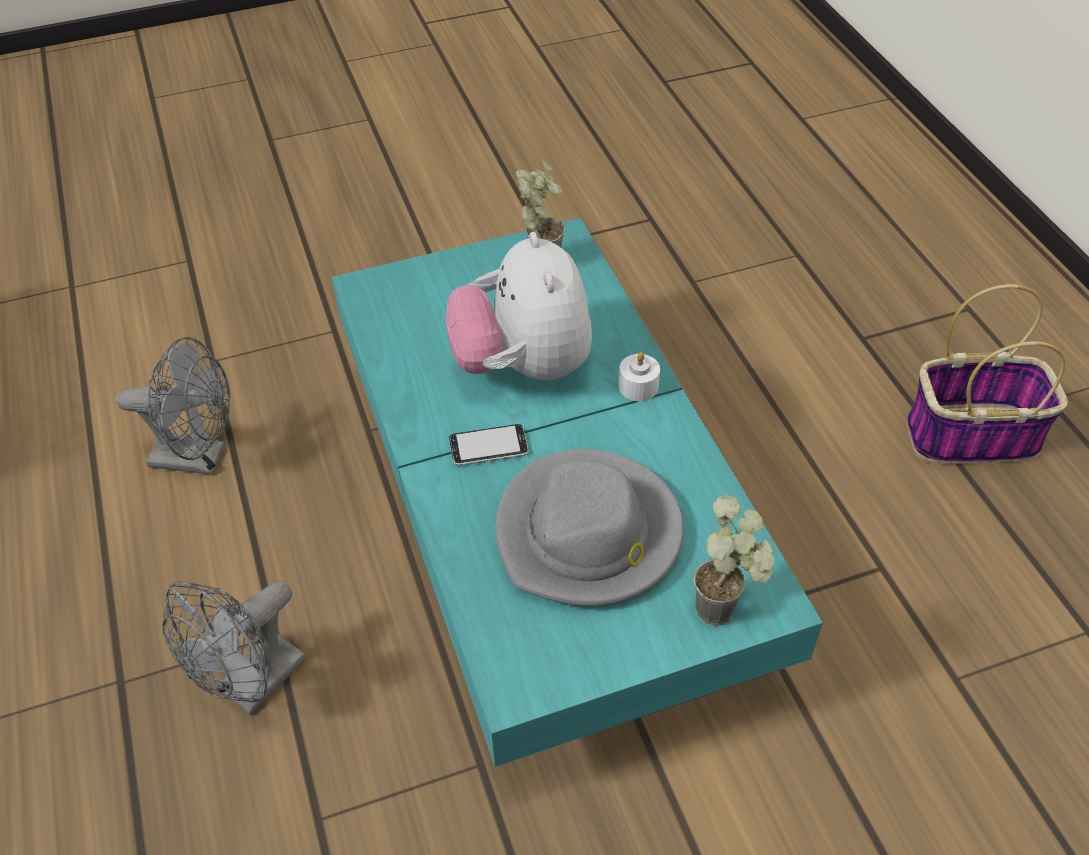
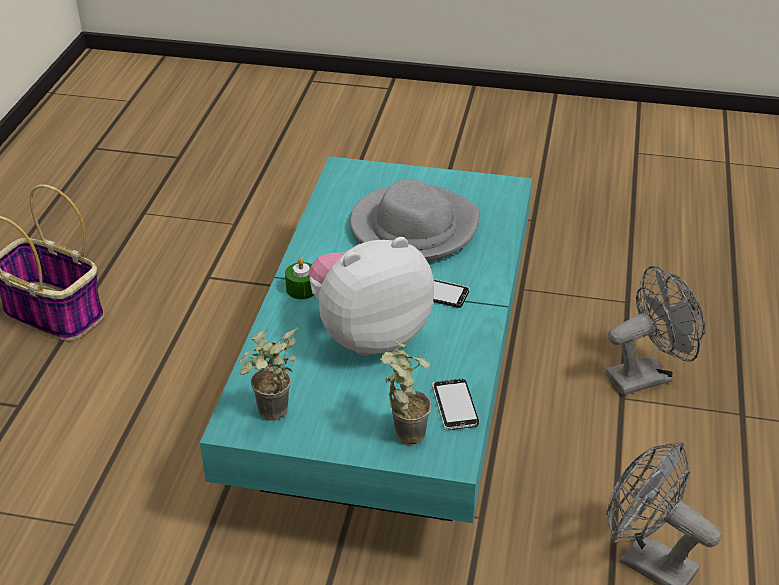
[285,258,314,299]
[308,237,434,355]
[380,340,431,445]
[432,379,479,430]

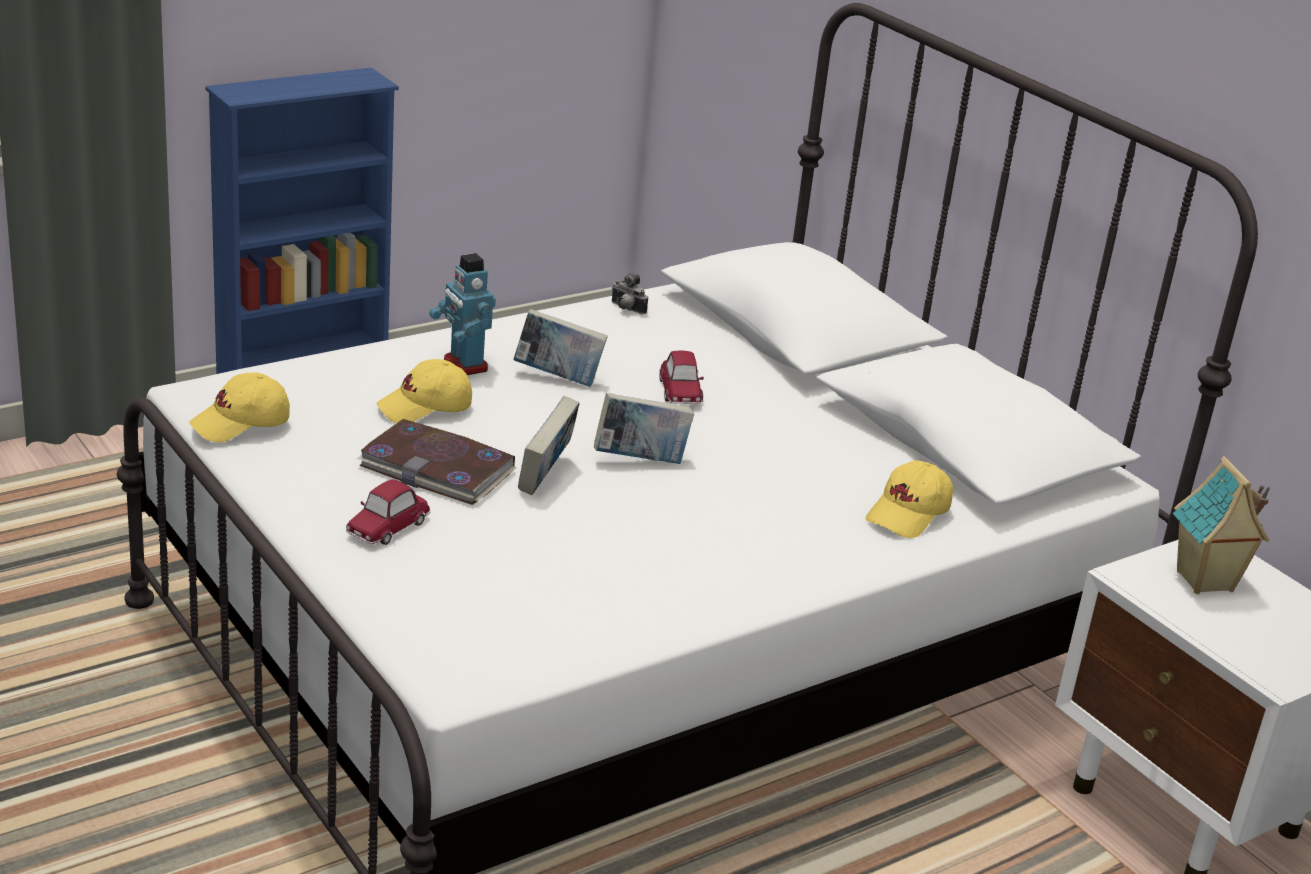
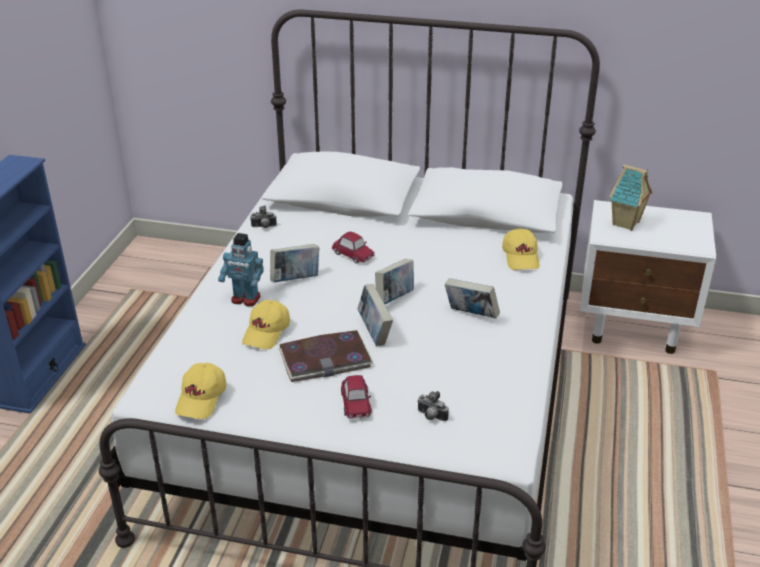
[417,391,449,421]
[445,278,500,318]

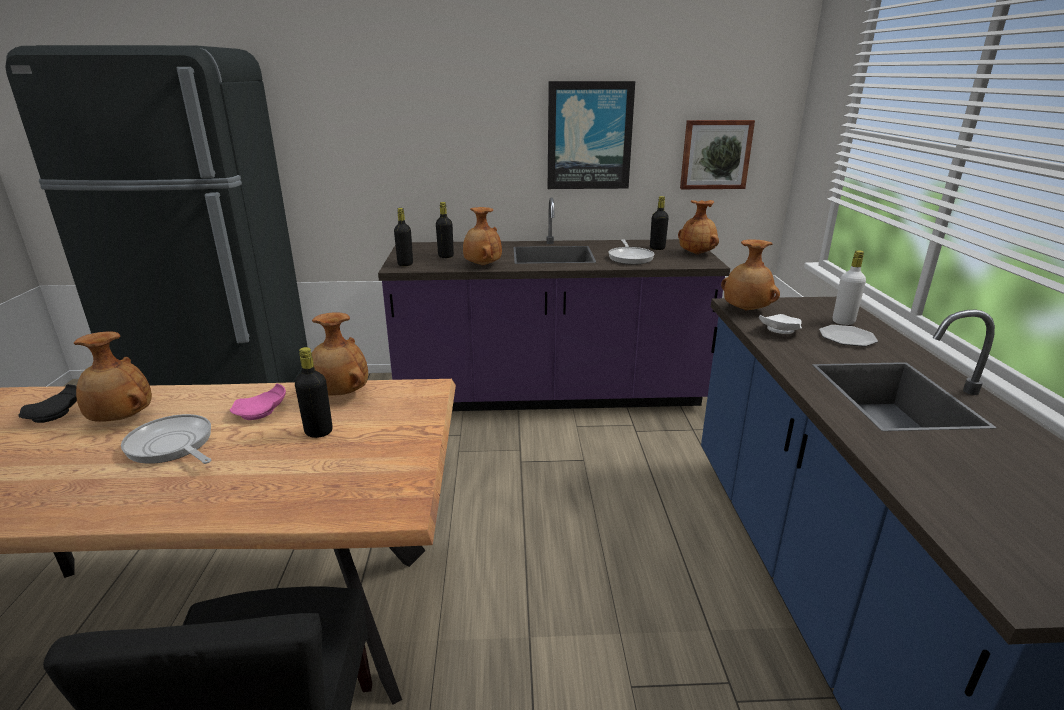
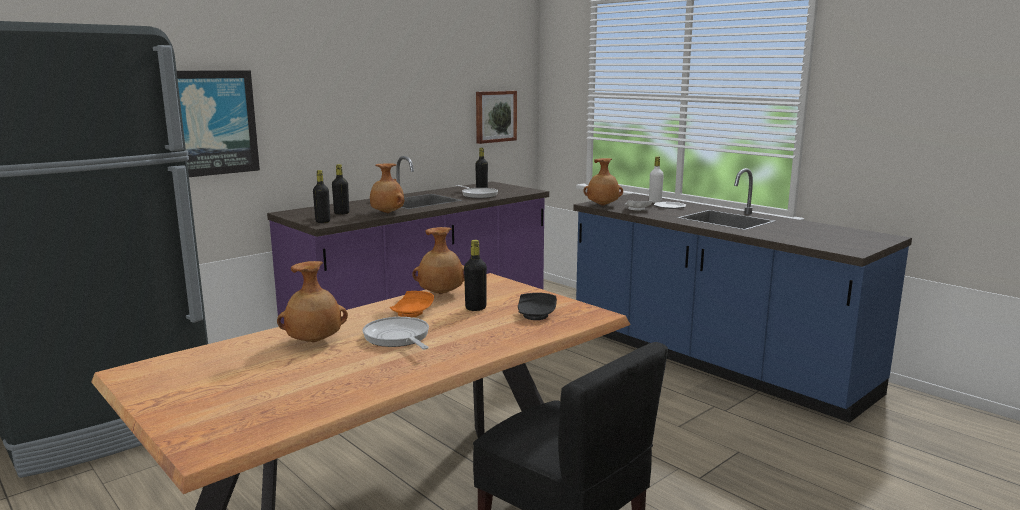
[177,70,260,177]
[363,317,429,350]
[390,291,434,317]
[518,293,557,320]
[678,200,719,254] (first image)

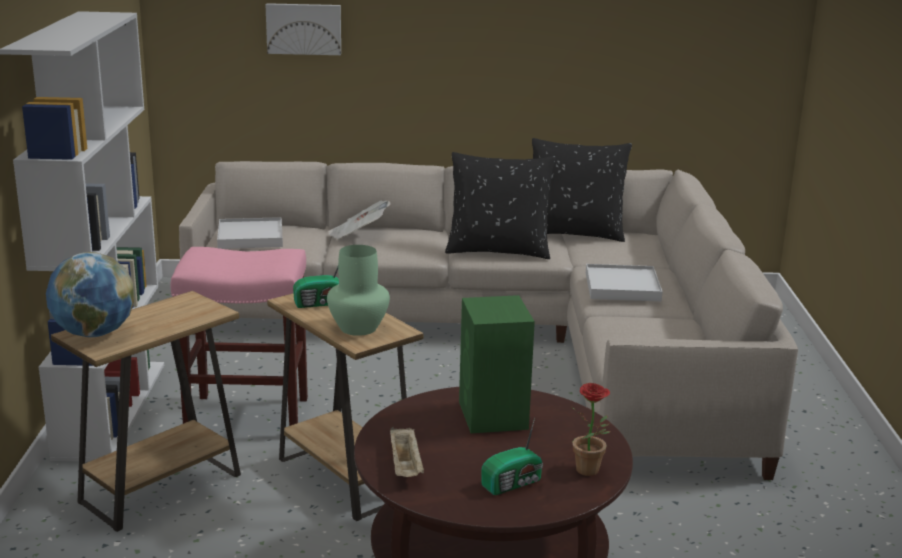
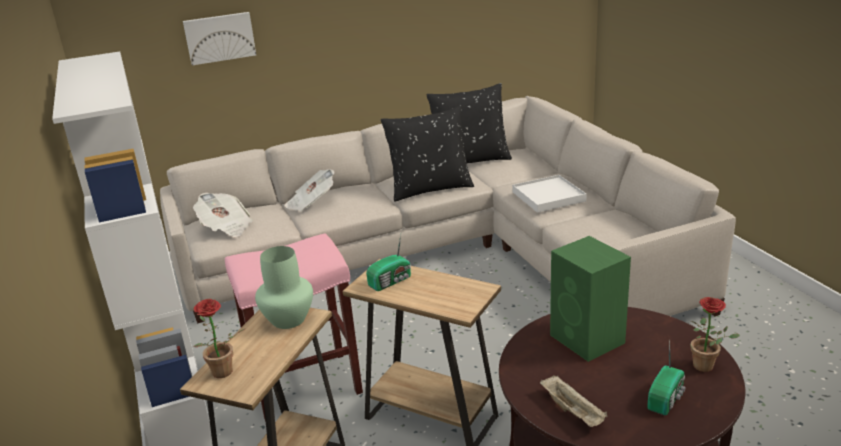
[193,193,253,237]
[193,299,246,378]
[255,246,313,329]

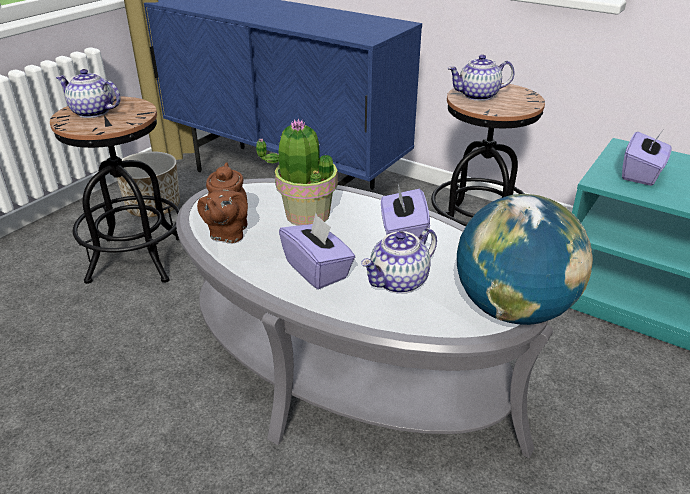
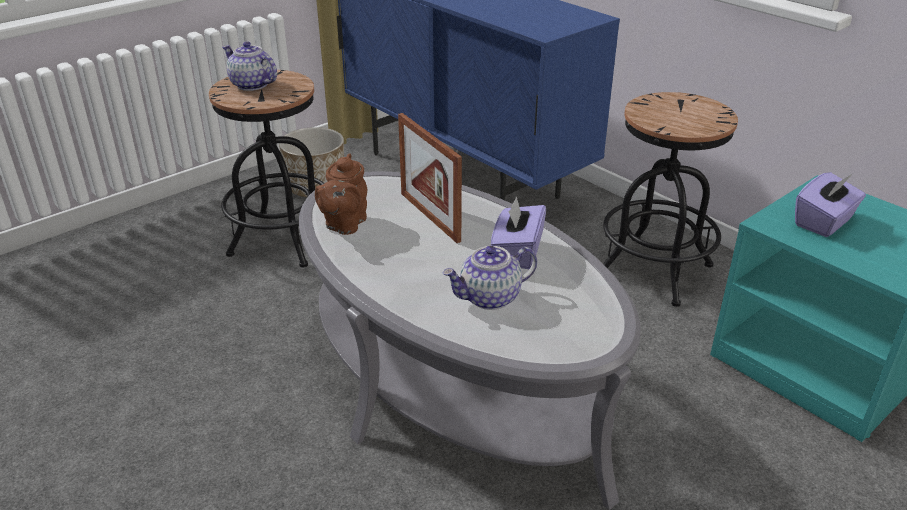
[398,113,462,243]
[279,213,355,289] (first image)
[448,54,515,101] (first image)
[457,194,593,325] (first image)

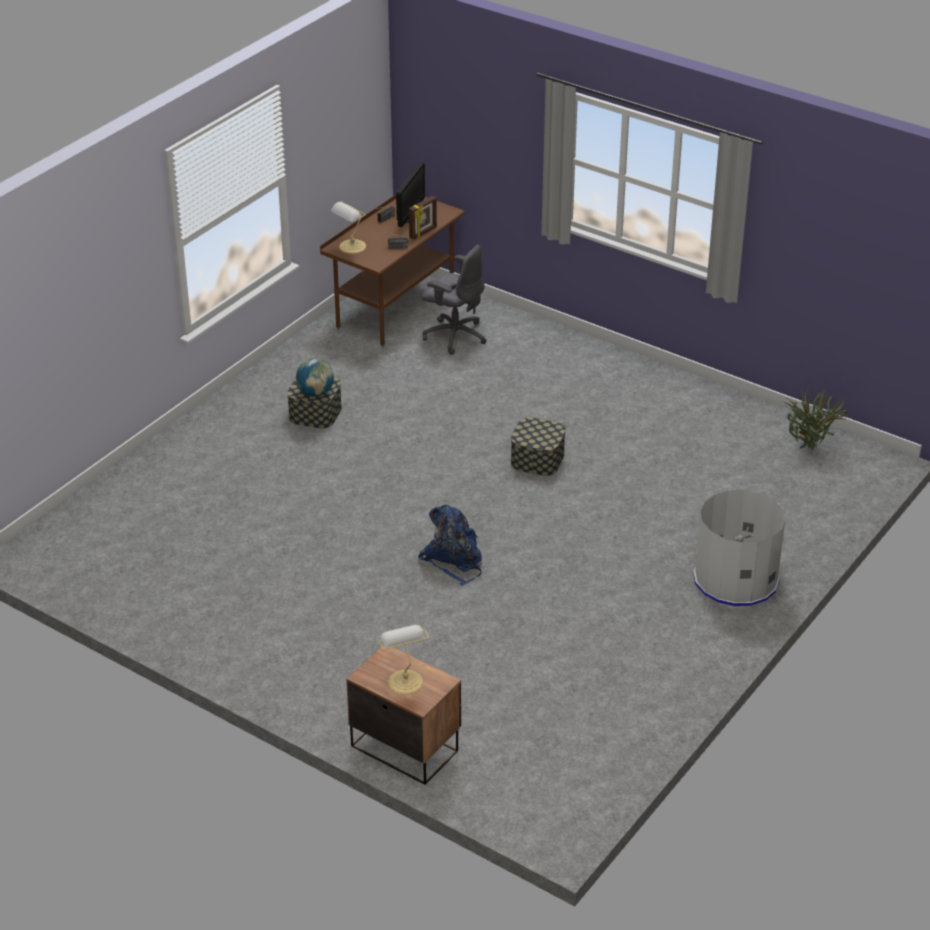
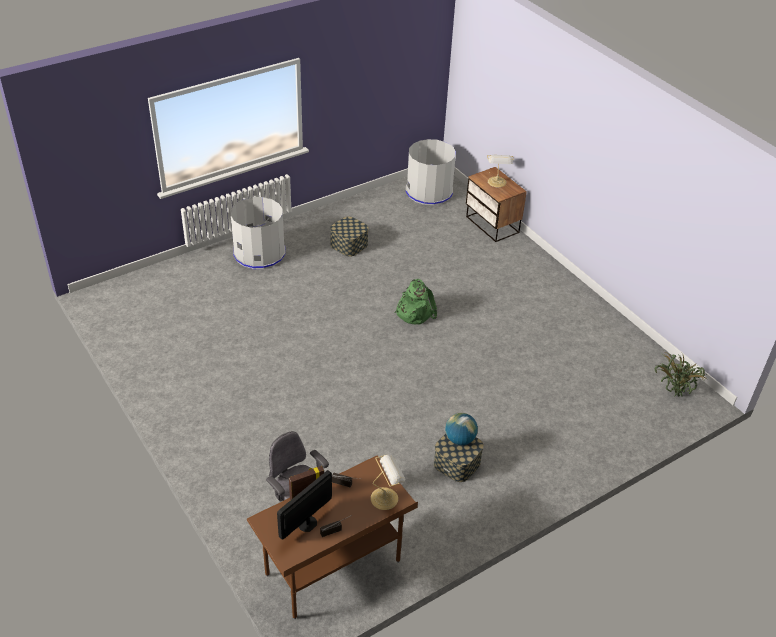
[330,216,369,257]
[394,279,437,324]
[406,139,456,205]
[655,351,708,397]

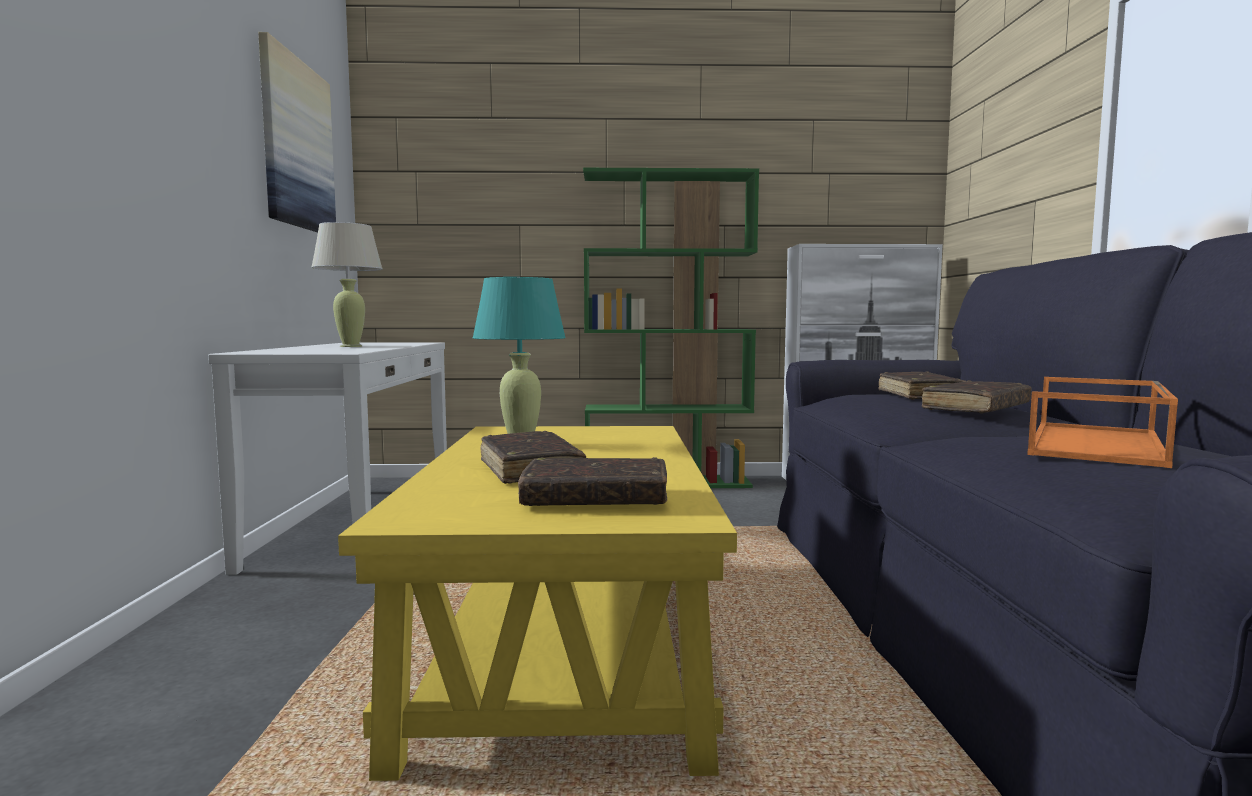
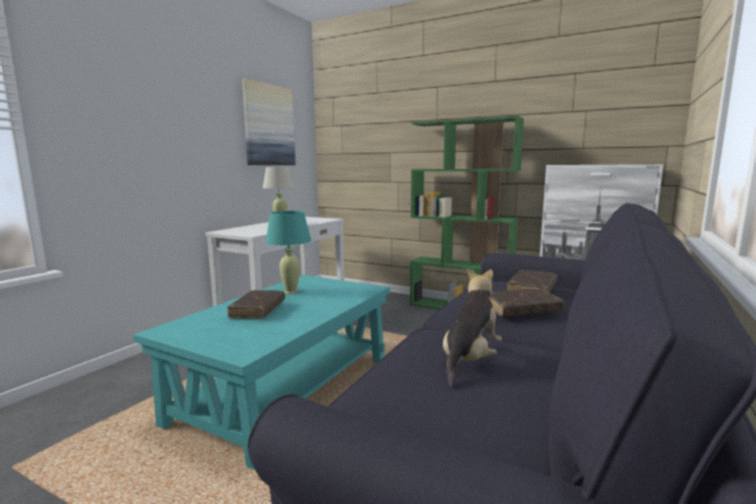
[133,275,390,470]
[443,268,502,387]
[518,457,667,506] (first image)

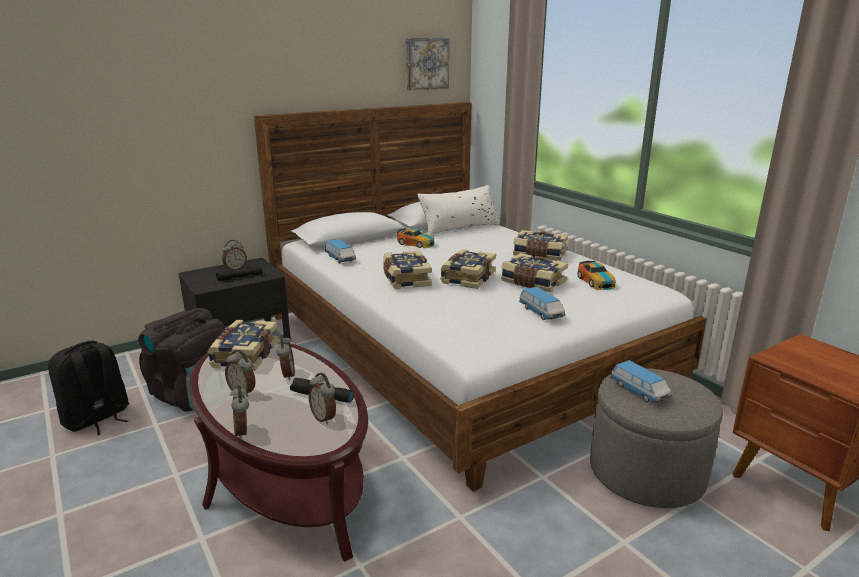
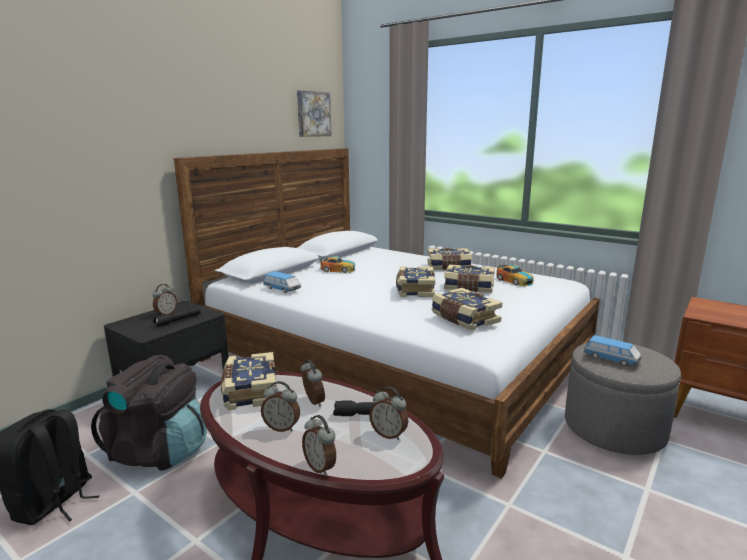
[431,288,502,330]
[417,185,500,235] (first image)
[519,287,566,320] (first image)

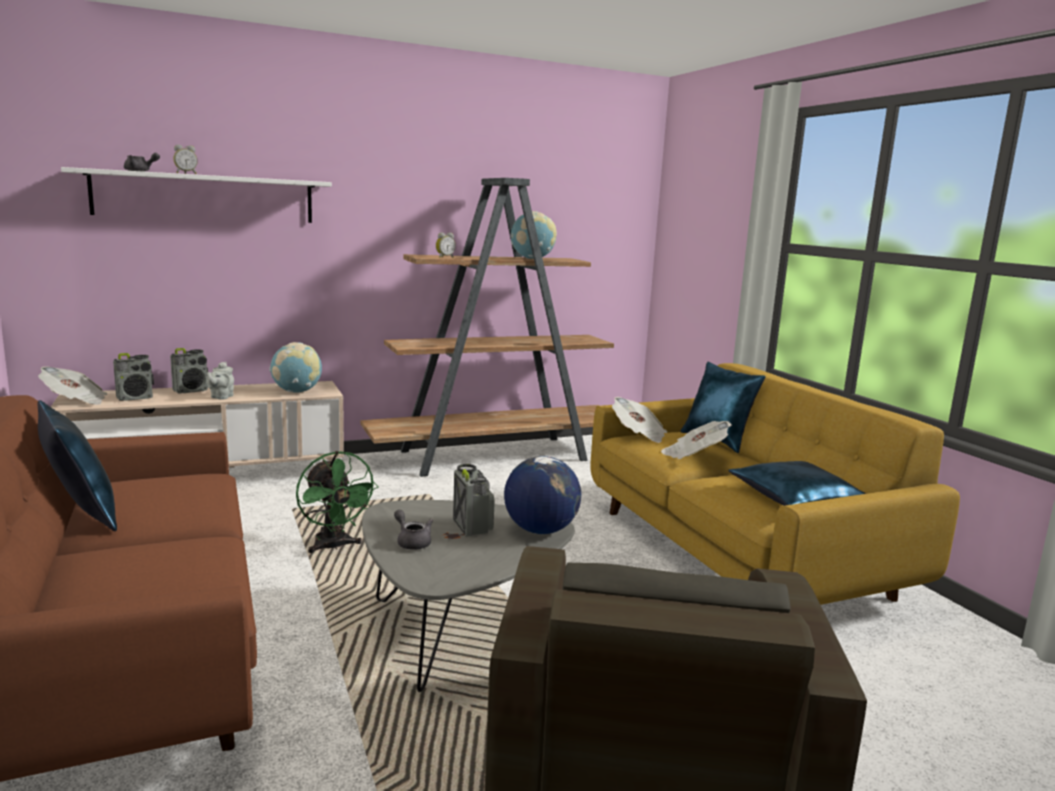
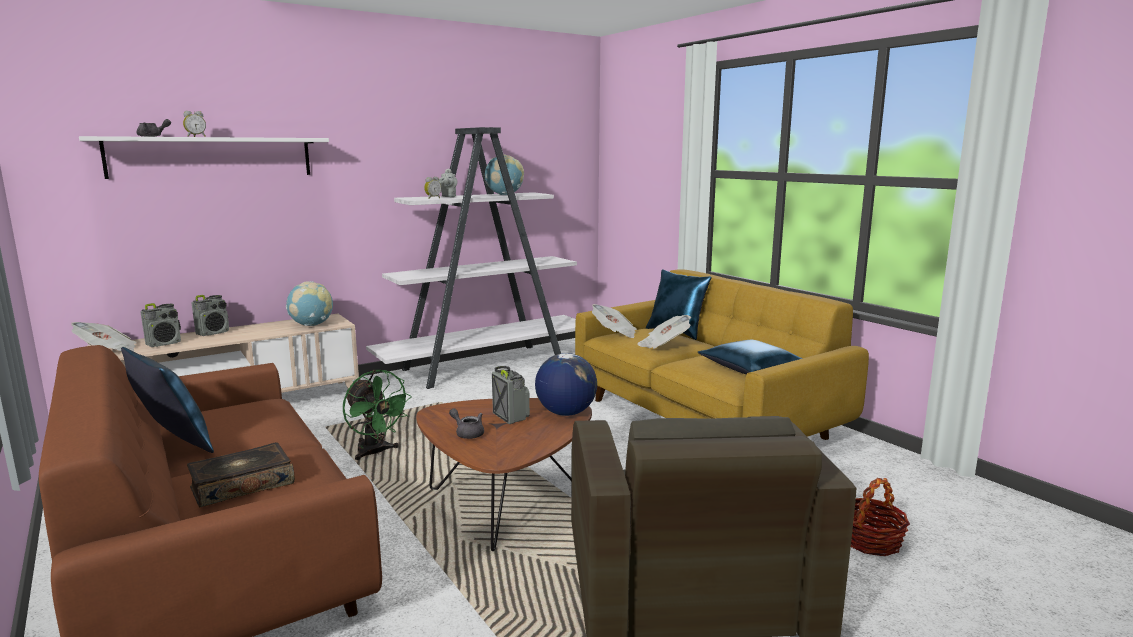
[187,442,295,507]
[366,127,577,389]
[416,398,592,551]
[439,169,457,197]
[851,478,910,556]

